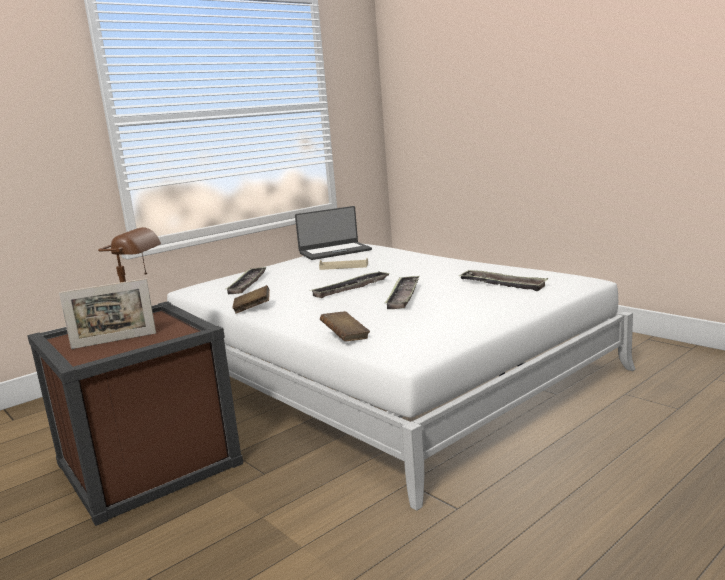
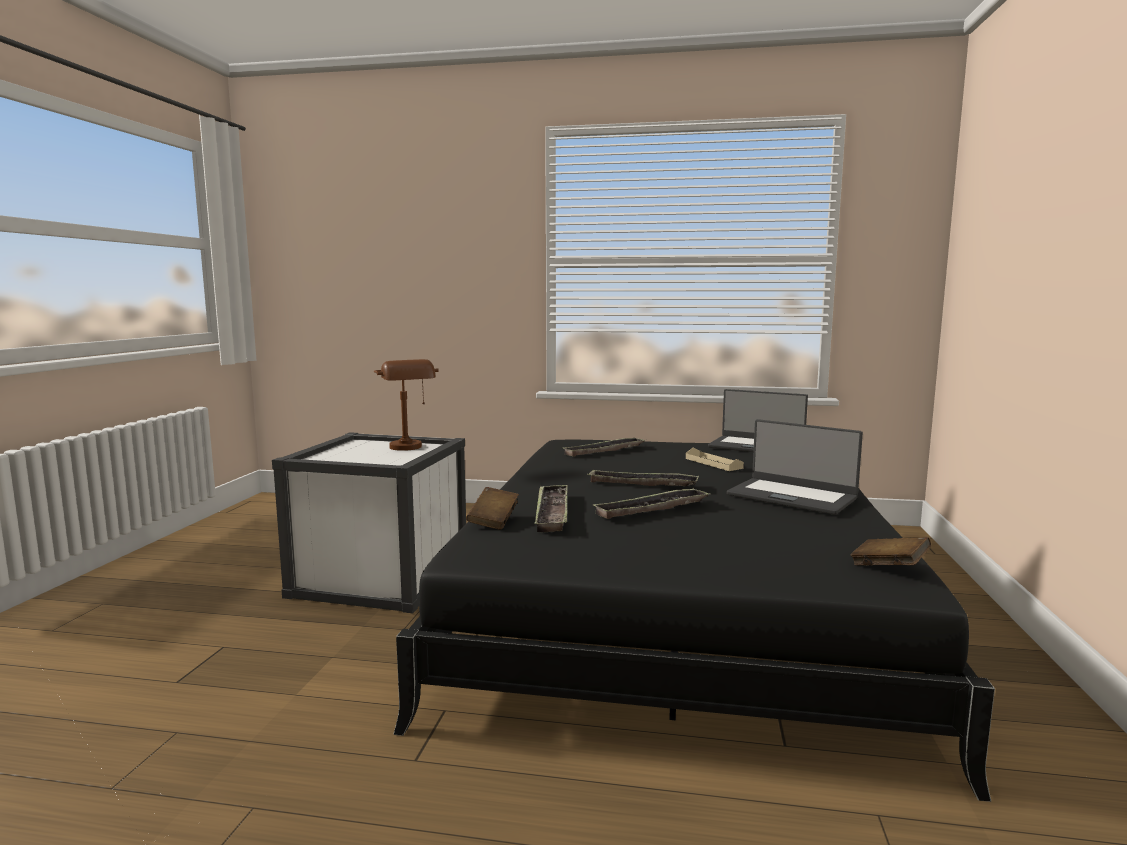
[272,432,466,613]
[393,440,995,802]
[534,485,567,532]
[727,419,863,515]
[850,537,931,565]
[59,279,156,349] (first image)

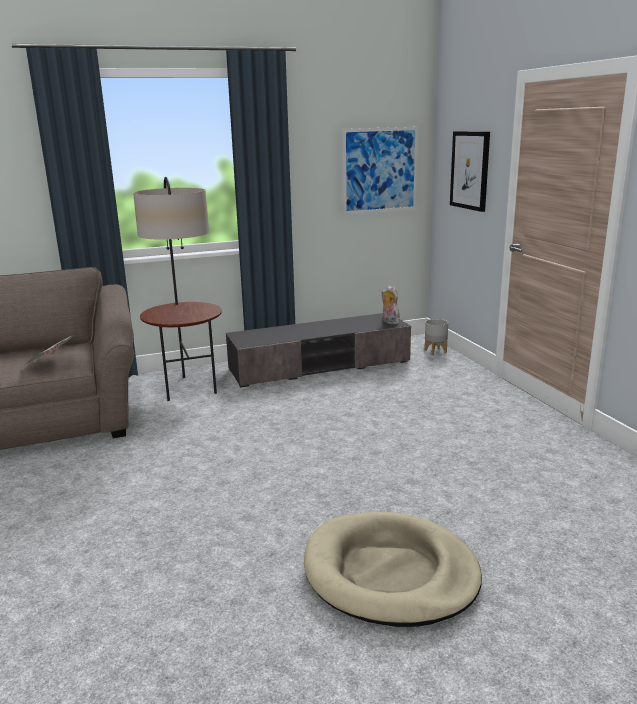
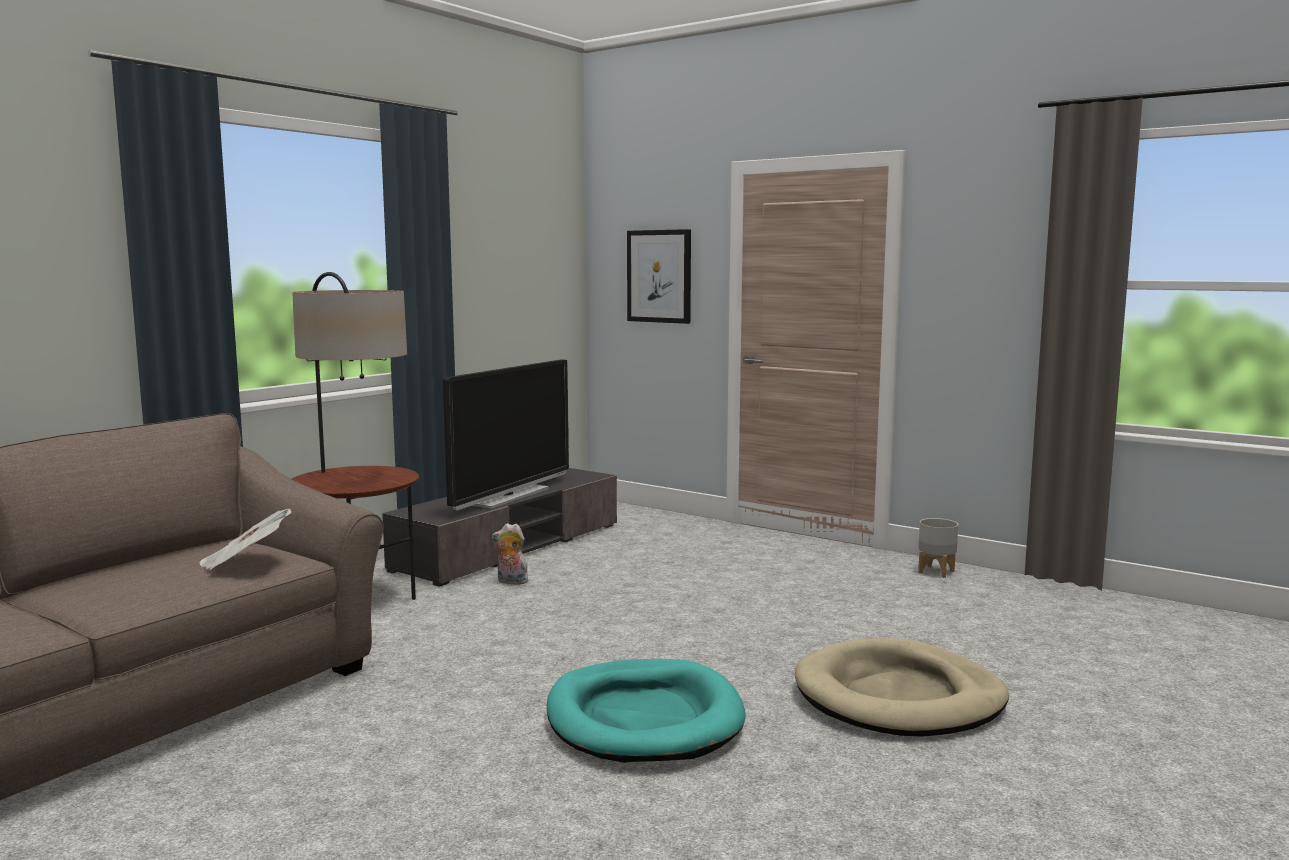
[443,359,569,511]
[492,523,530,585]
[547,659,746,763]
[918,518,958,578]
[342,127,418,215] (first image)

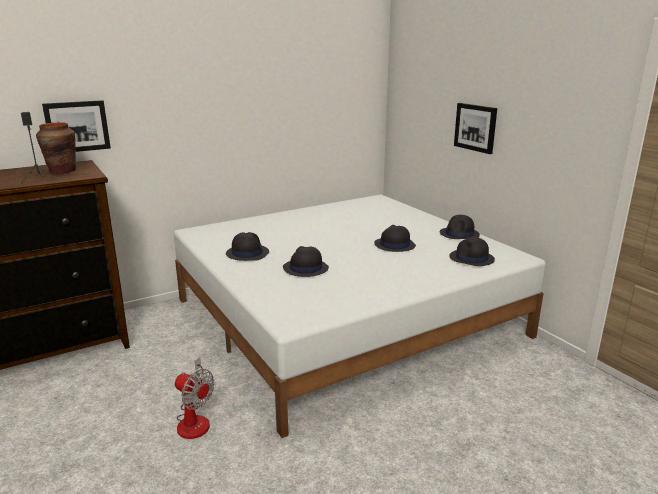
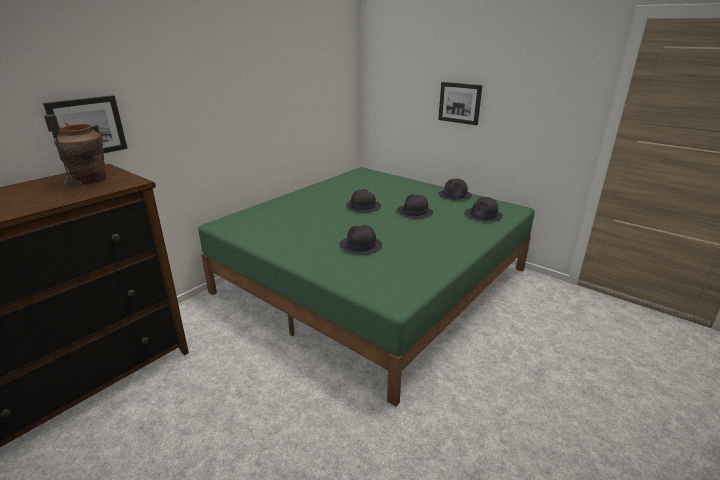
[198,167,535,407]
[346,189,381,212]
[175,358,214,439] (first image)

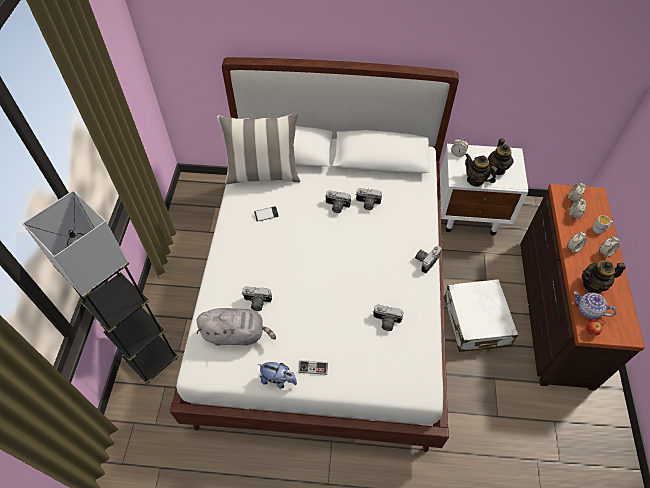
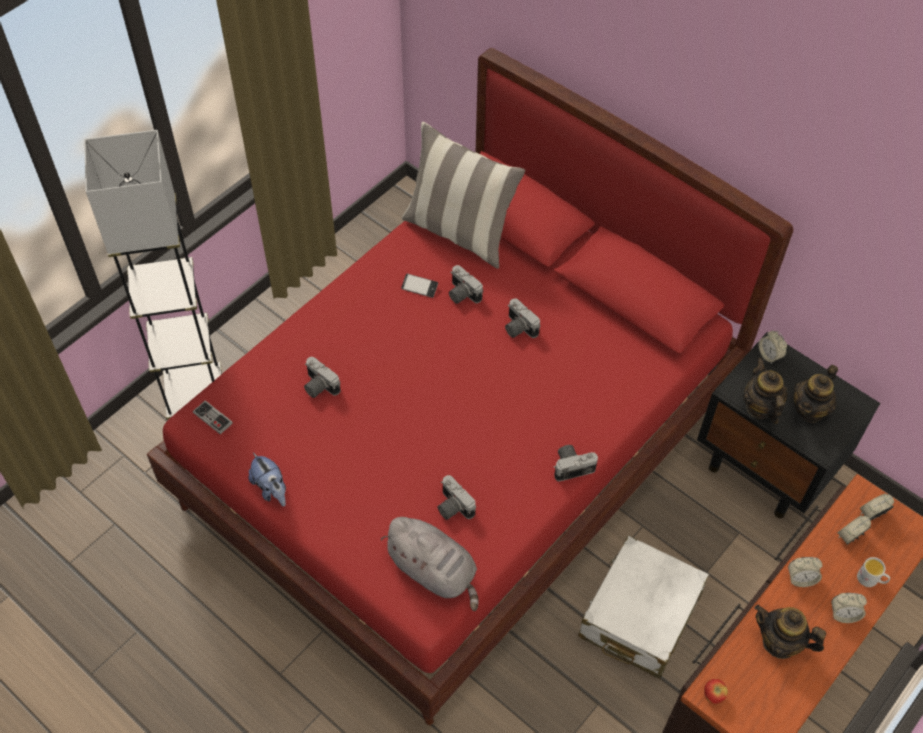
[147,48,793,725]
[193,400,233,434]
[381,517,479,611]
[449,265,483,304]
[697,332,880,518]
[574,291,617,319] (first image)

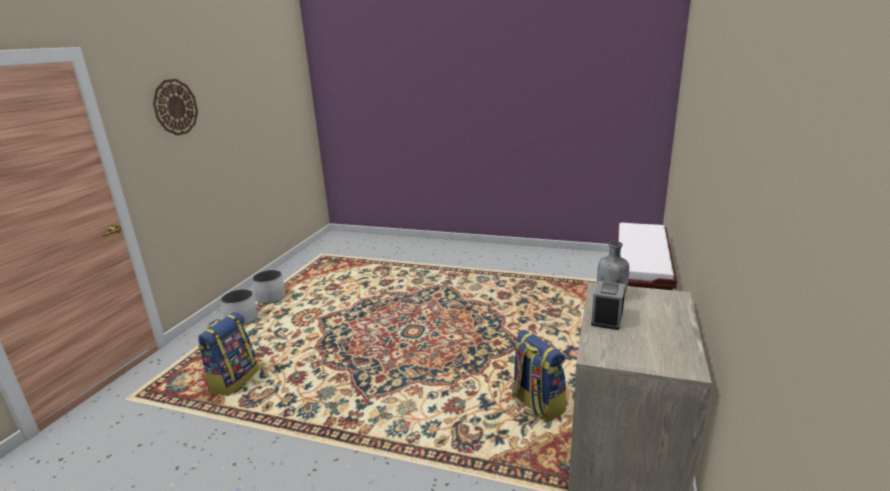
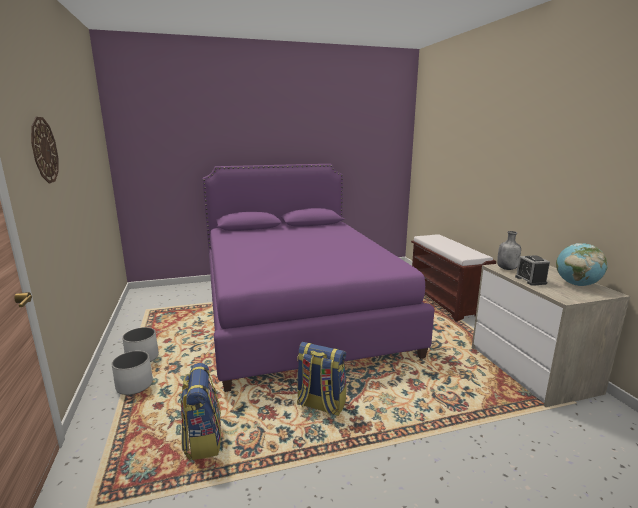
[202,164,434,392]
[297,342,346,416]
[556,243,607,286]

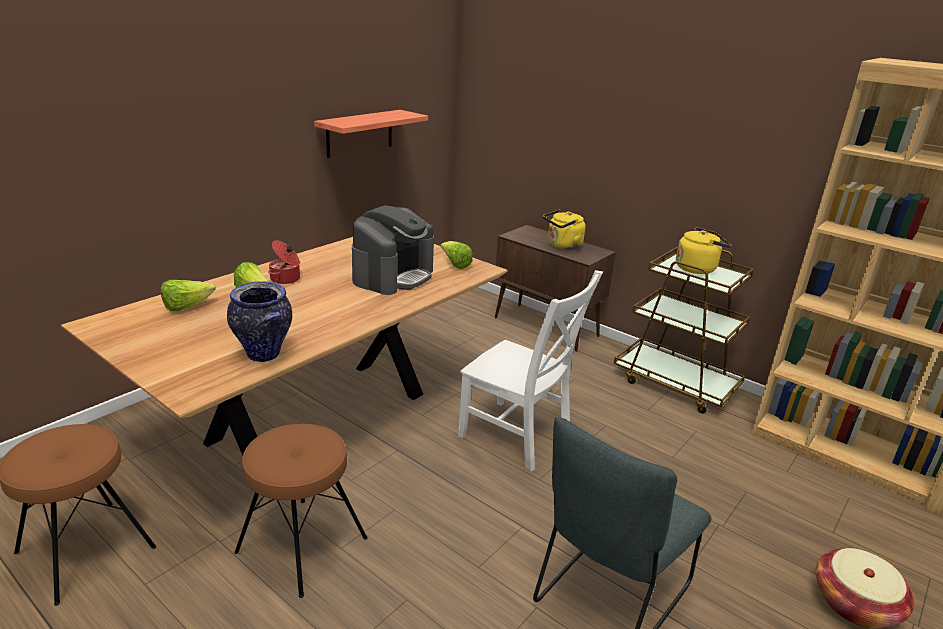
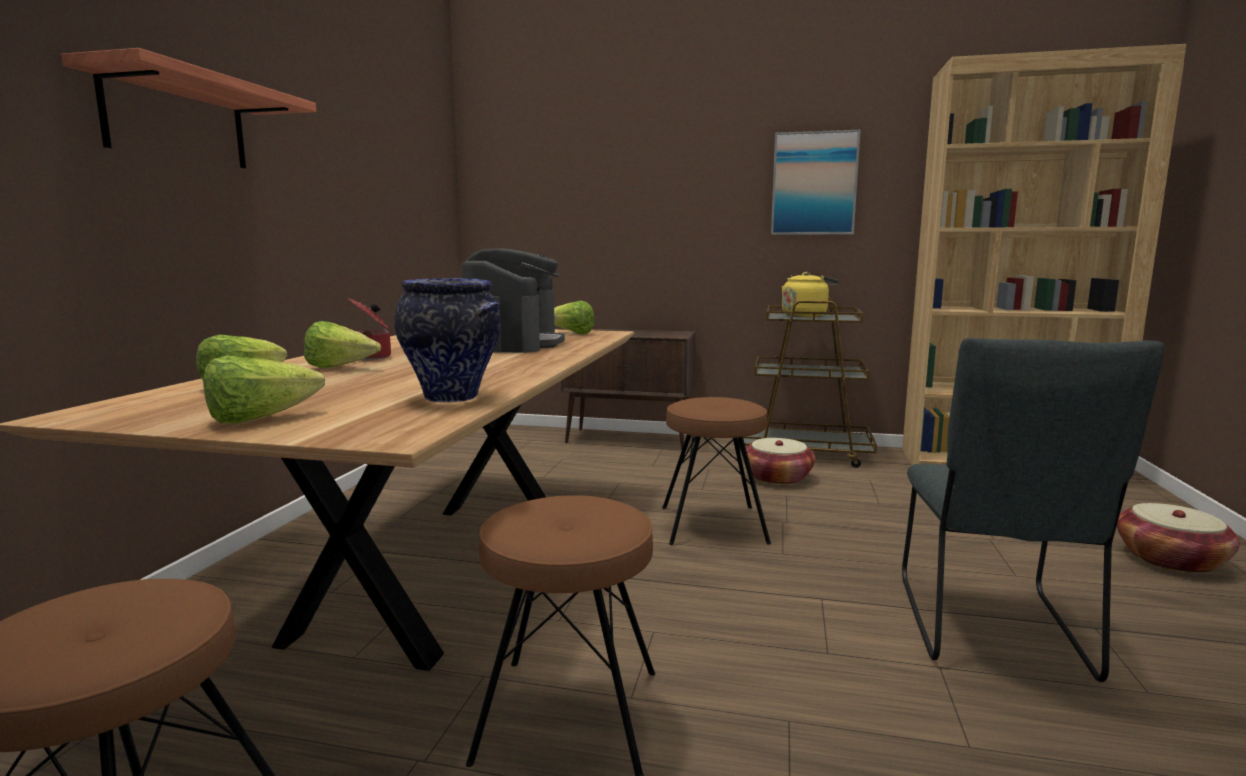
[61,48,316,168]
[203,355,325,423]
[662,397,771,545]
[743,438,815,485]
[771,130,861,235]
[543,209,585,250] (first image)

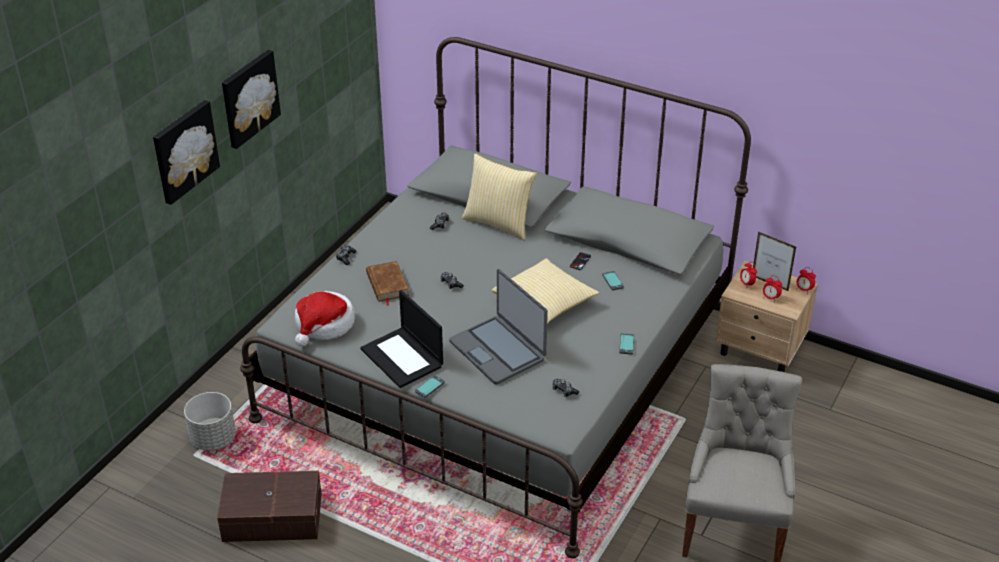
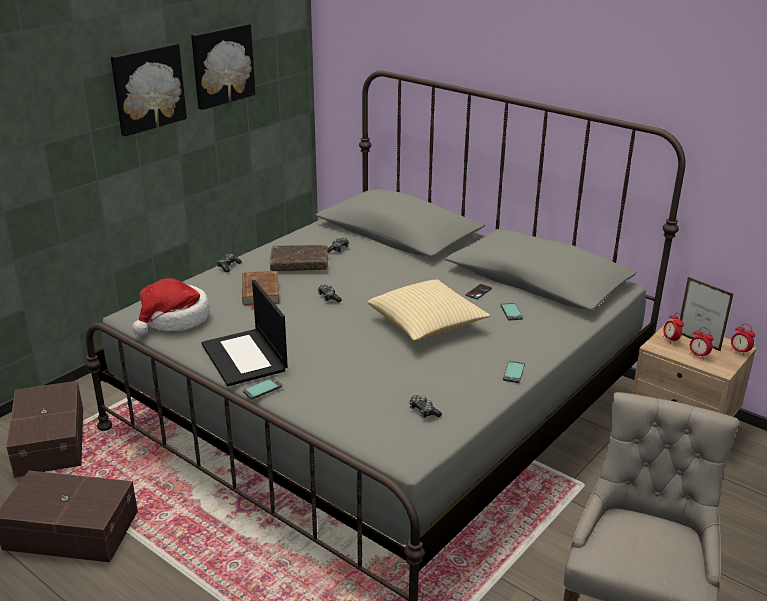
[7,381,83,478]
[191,23,255,110]
[270,245,328,271]
[449,269,548,385] (first image)
[462,153,537,240] (first image)

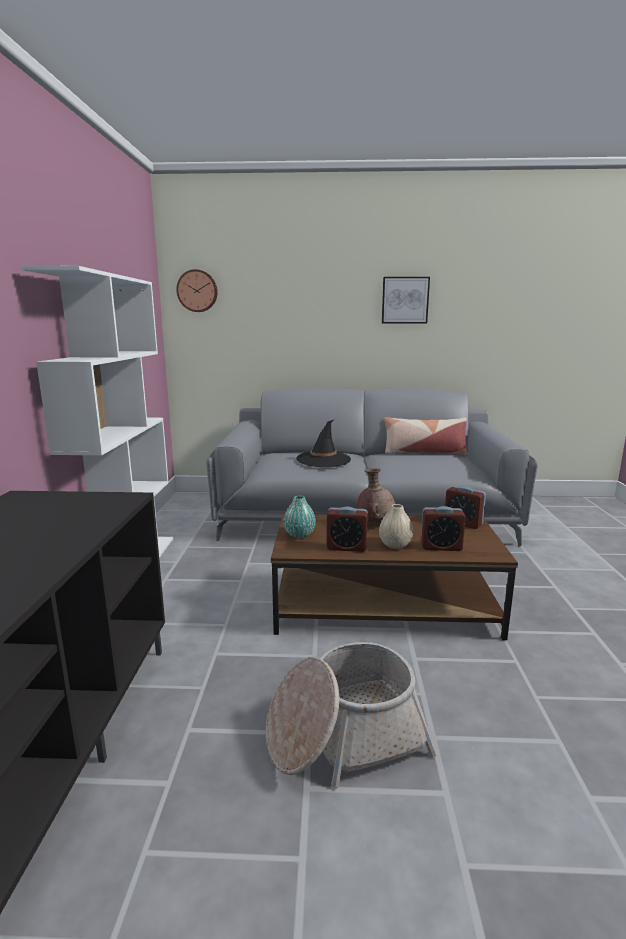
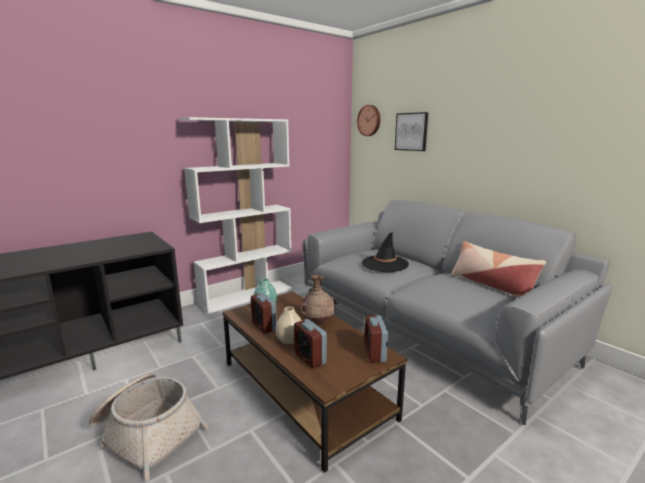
[395,112,428,151]

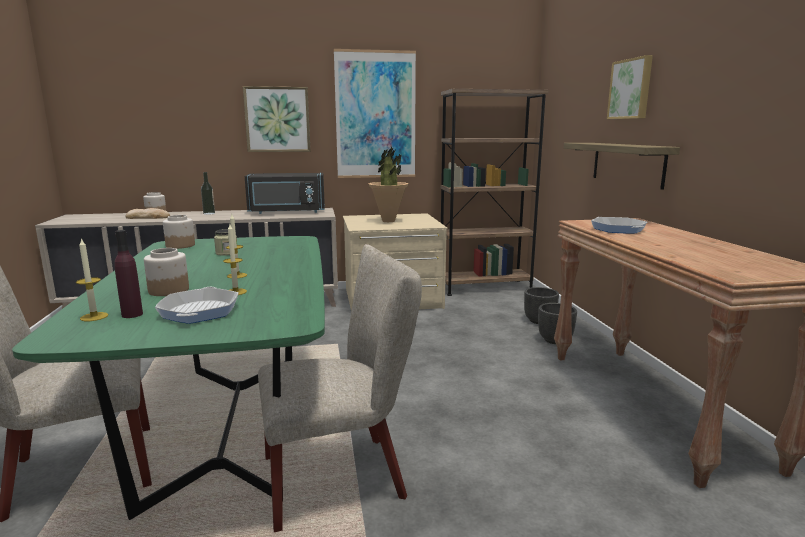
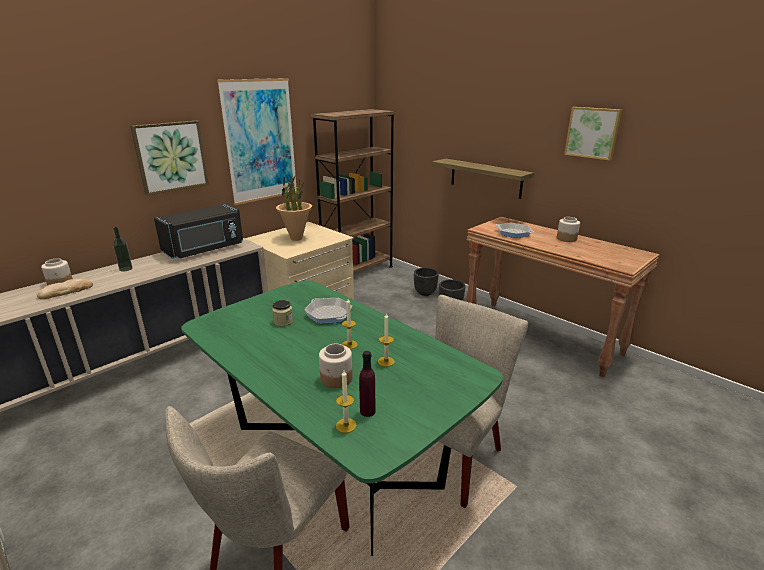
[304,298,352,324]
[557,217,580,242]
[564,107,622,160]

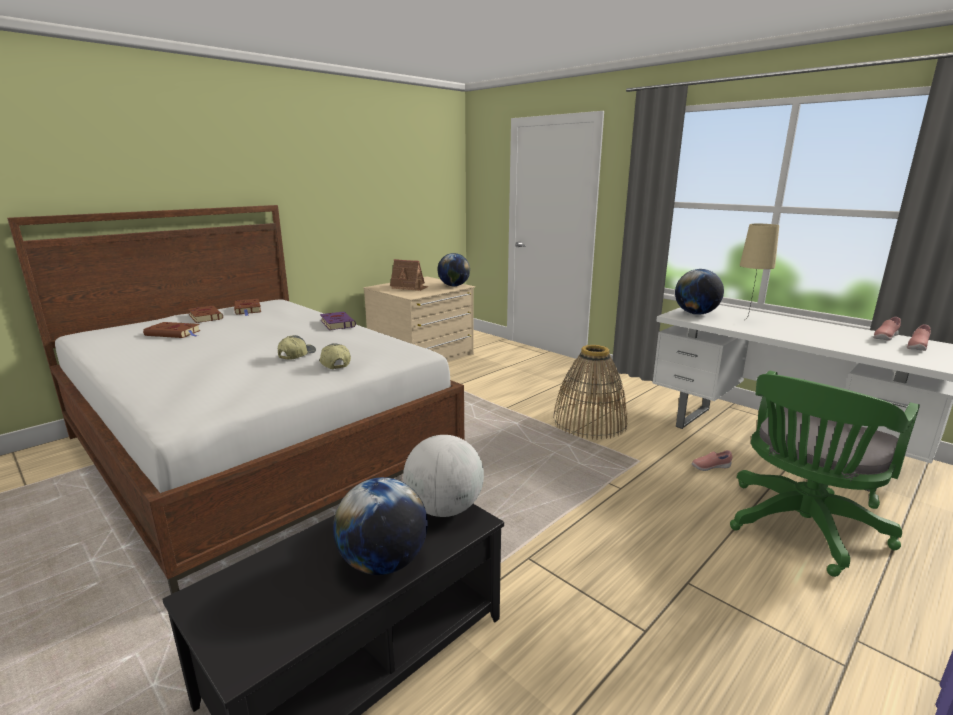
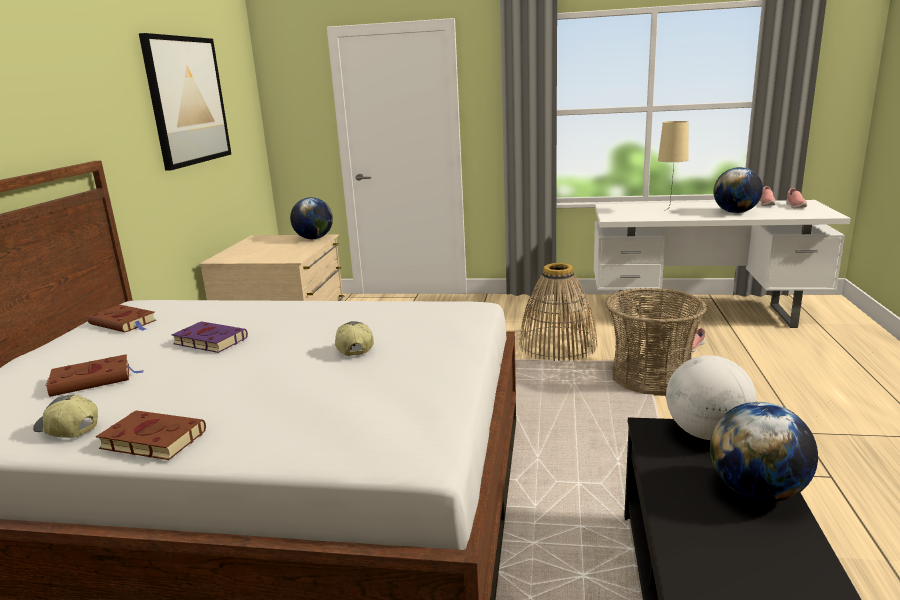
[33,395,98,438]
[96,410,206,460]
[139,33,231,171]
[171,321,248,353]
[605,288,707,396]
[714,167,763,213]
[390,259,429,291] (first image)
[730,371,920,577] (first image)

